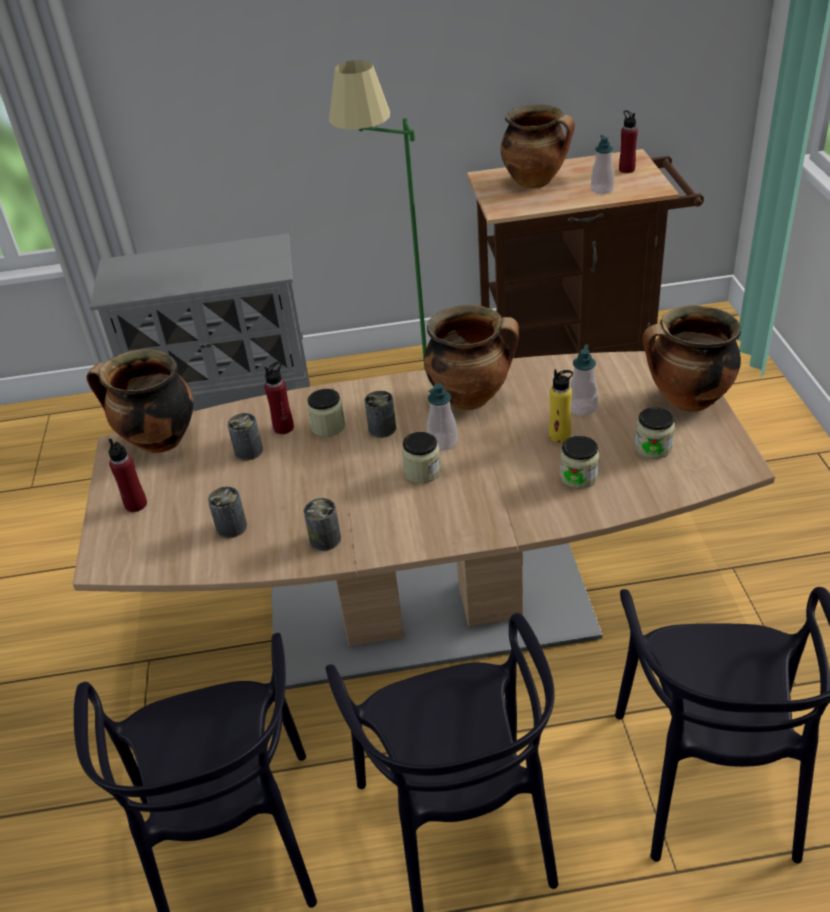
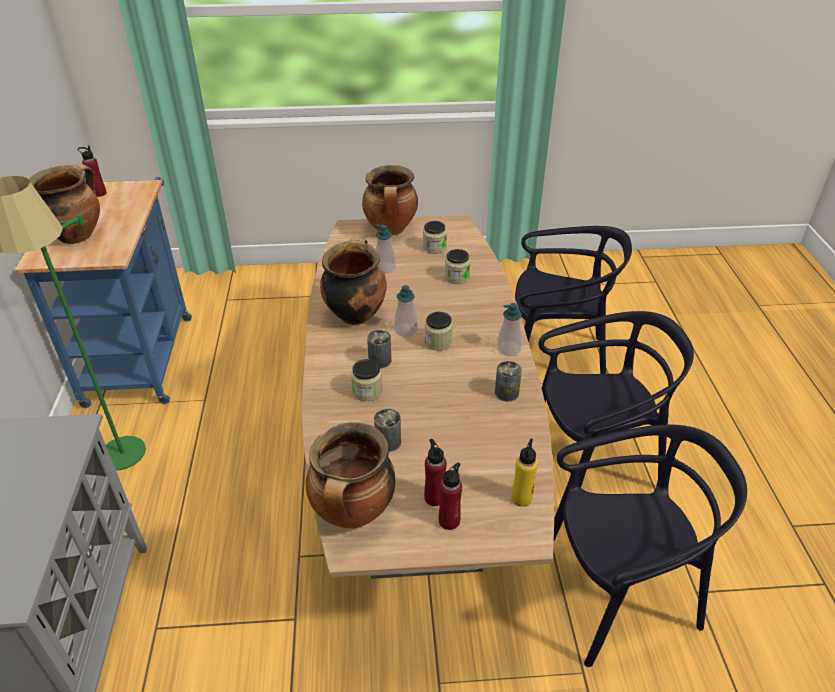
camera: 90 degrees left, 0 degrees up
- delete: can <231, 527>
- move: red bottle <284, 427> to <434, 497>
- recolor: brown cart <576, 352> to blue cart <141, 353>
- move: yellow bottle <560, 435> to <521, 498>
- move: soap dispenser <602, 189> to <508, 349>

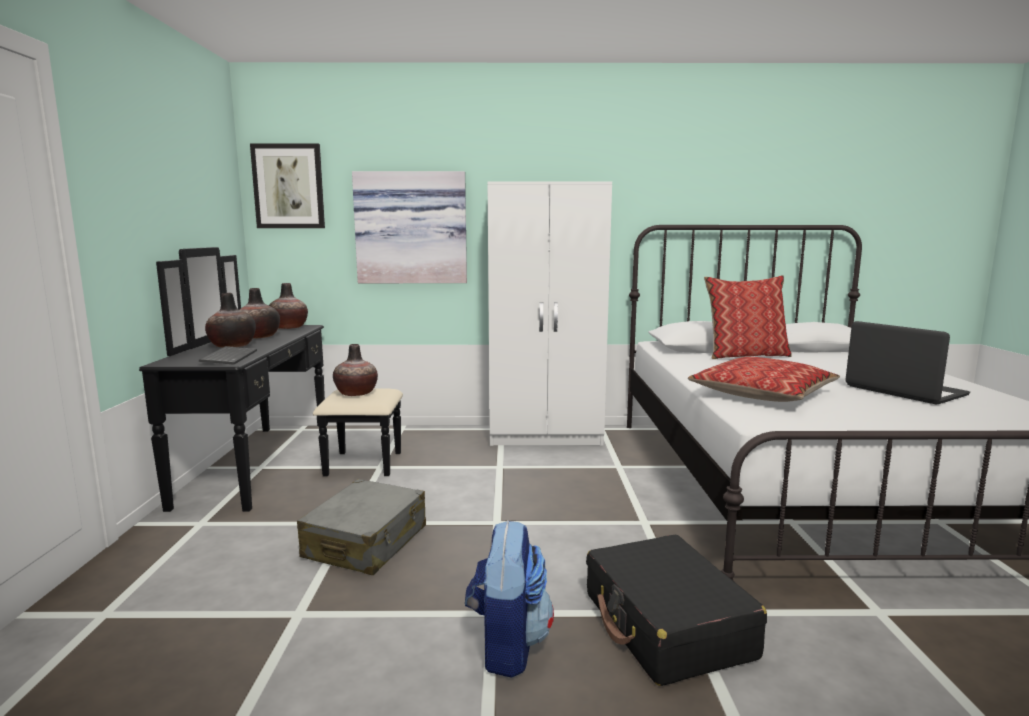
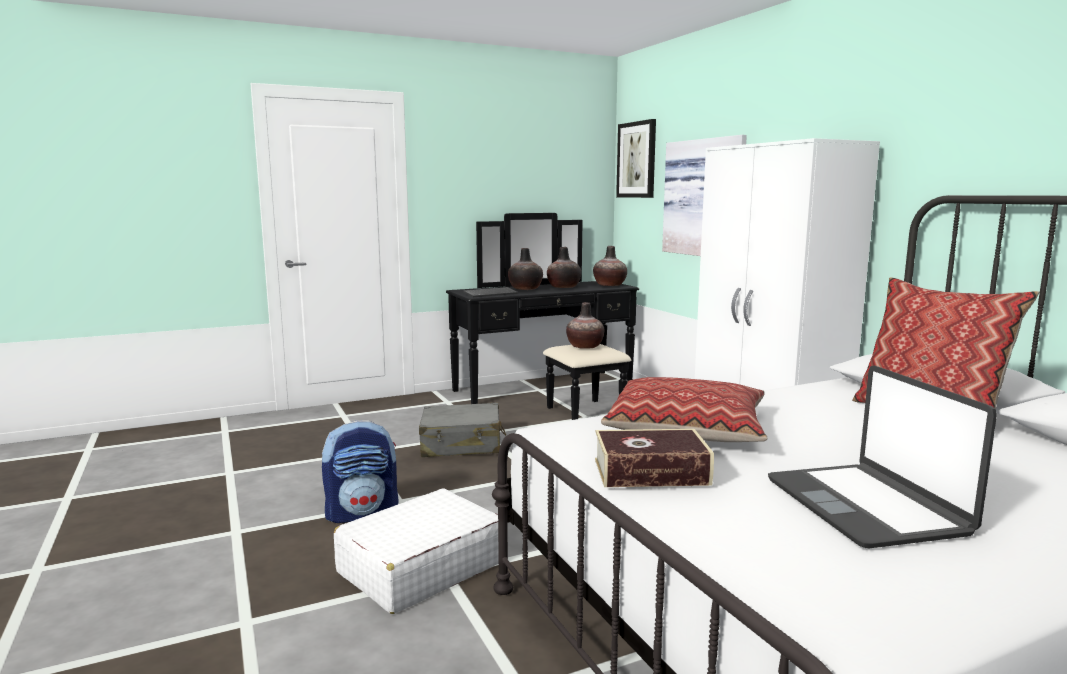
camera: 65 degrees right, 0 degrees up
- recolor: black suitcase <667, 626> to white suitcase <420, 567>
- rotate: laptop <904, 391> = <866, 506> 135 degrees clockwise
- insert: book <651, 472>

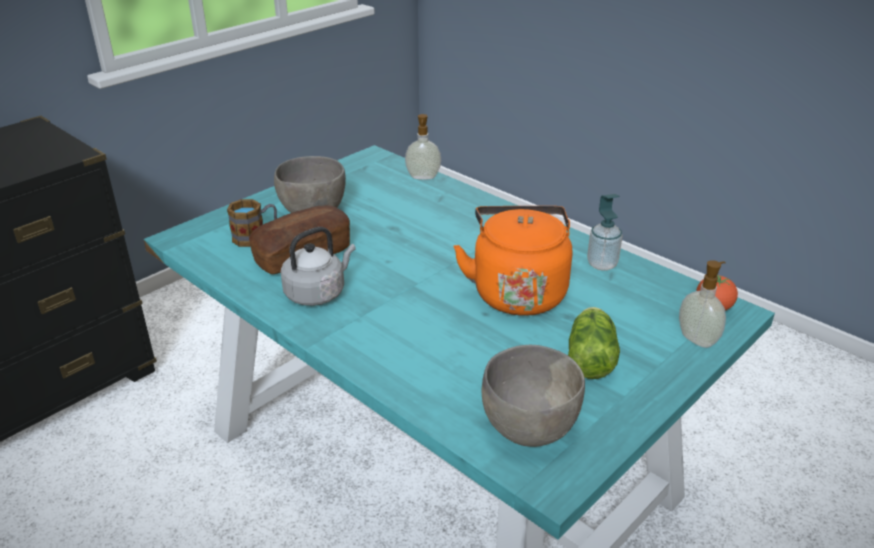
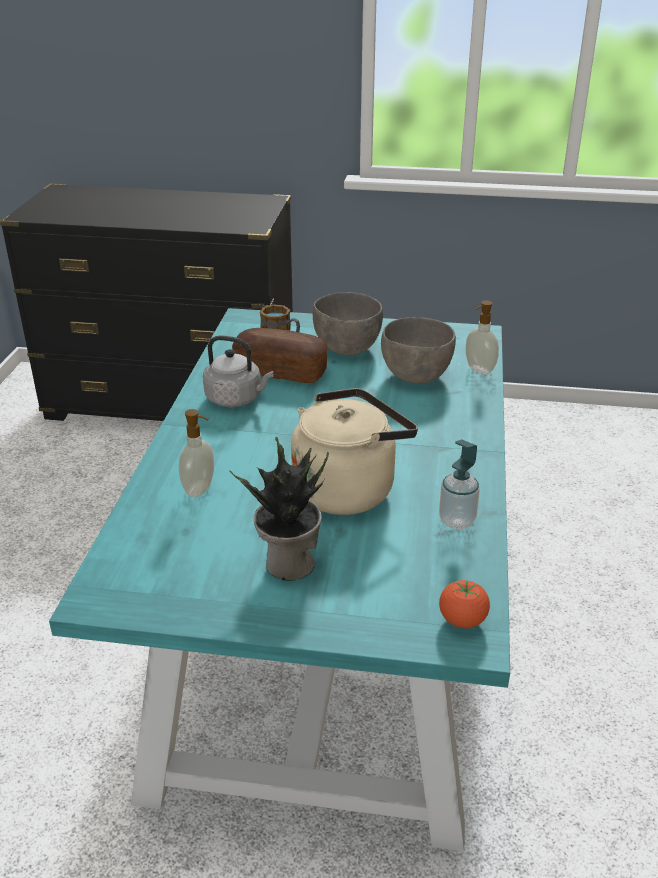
camera: 55 degrees right, 0 degrees up
- recolor: orange kettle <517, 291> to beige kettle <348, 489>
- move: grey bowl <529, 429> to <415, 376>
- replace: lettuce <590, 356> to potted plant <288, 564>
- move: soap dispenser <698, 339> to <200, 489>

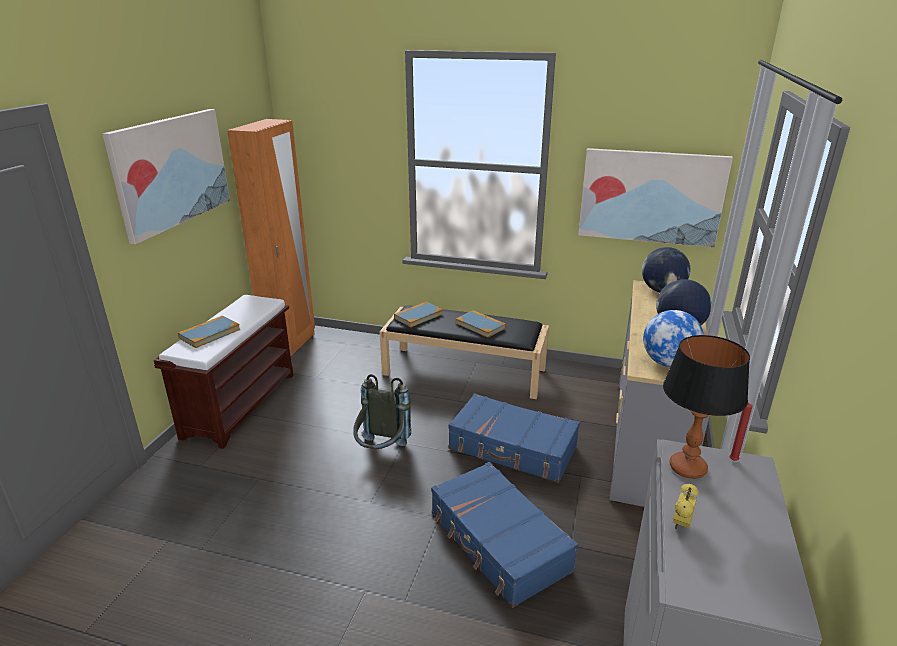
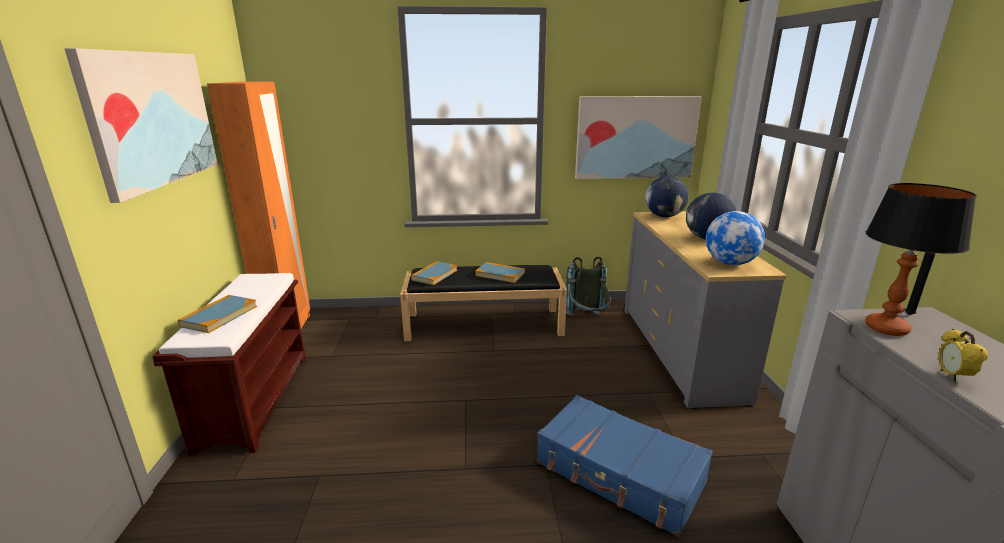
camera: 20 degrees left, 5 degrees down
- move: grey backpack <381, 452> to <587, 320>
- delete: blue suitcase <512, 448>
- recolor: red candle <732, 459> to black candle <907, 314>

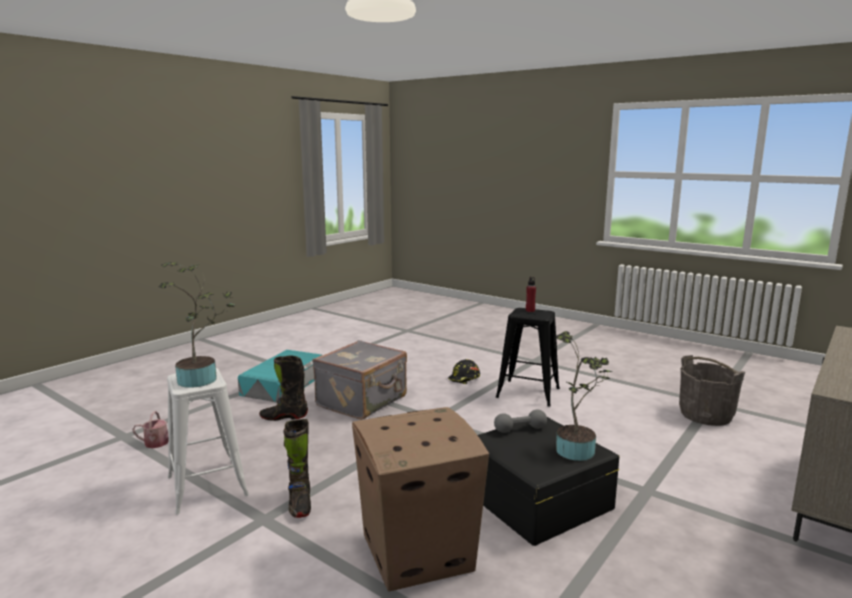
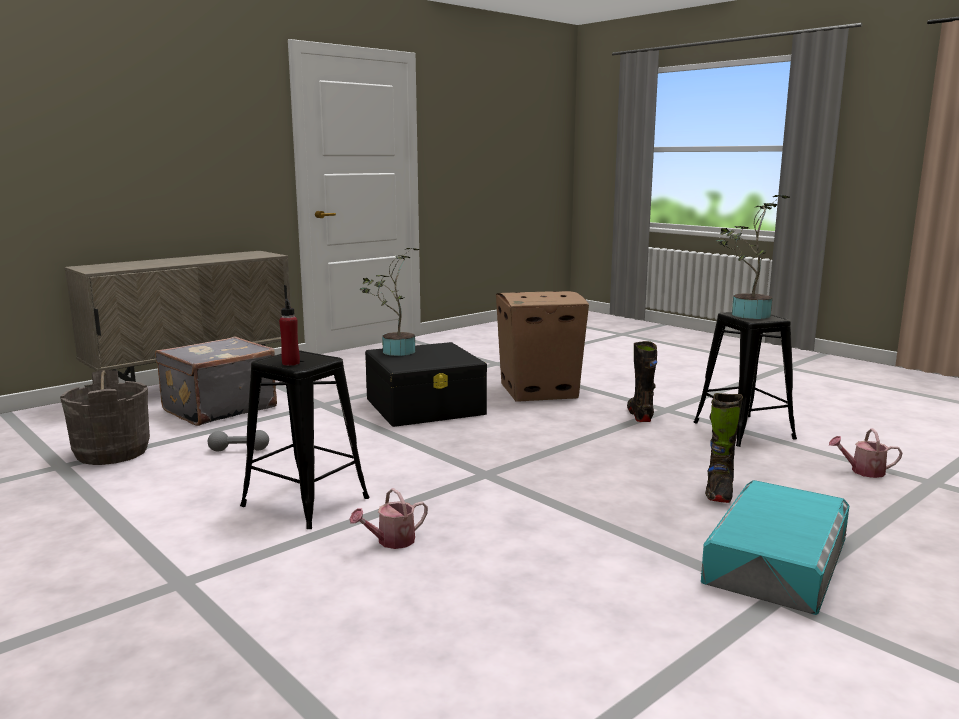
camera: 170 degrees left, 0 degrees up
- recolor: white stool <207, 486> to black stool <743, 430>
- rotate: black boot <284, 417> = <719, 492> 105 degrees clockwise
- move: grey suitcase <363, 401> to <218, 408>
- replace: black hard hat <464, 379> to watering can <391, 541>
- move: grey dumbbell <520, 429> to <239, 450>

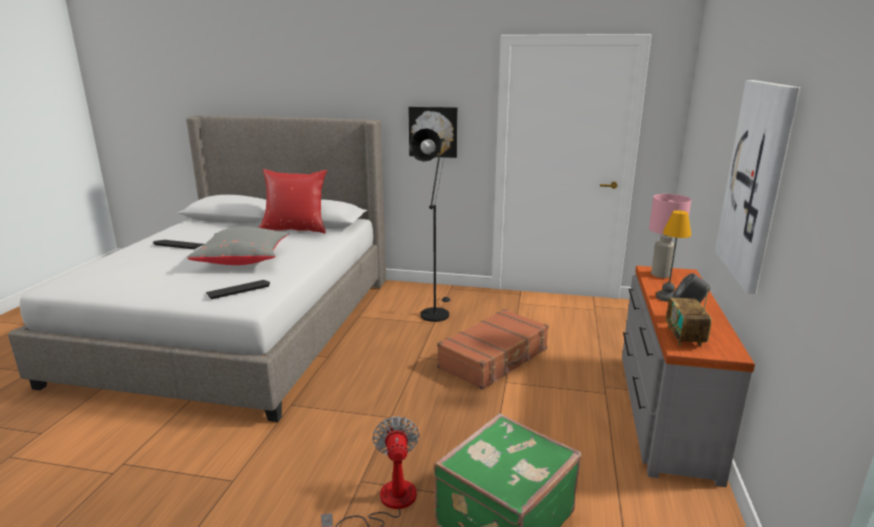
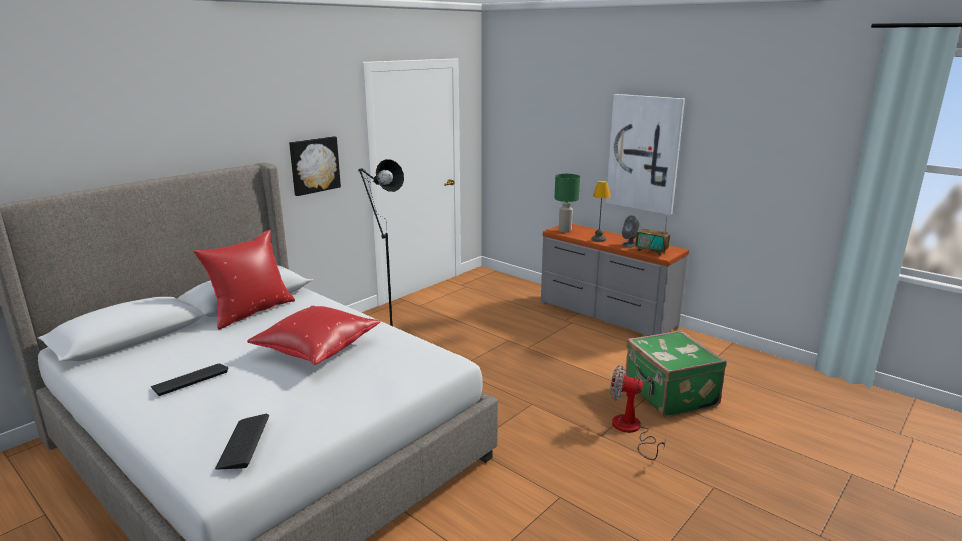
camera: 60 degrees left, 0 degrees up
- recolor: grey pillow <244, 260> to red pillow <316, 349>
- move: keyboard <238, 289> to <244, 443>
- delete: brown suitcase <494, 358>
- recolor: pink table lamp <661, 275> to green table lamp <565, 230>

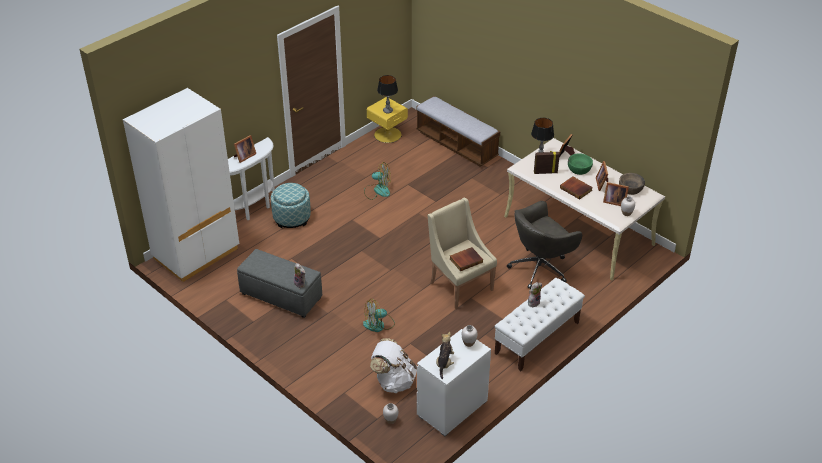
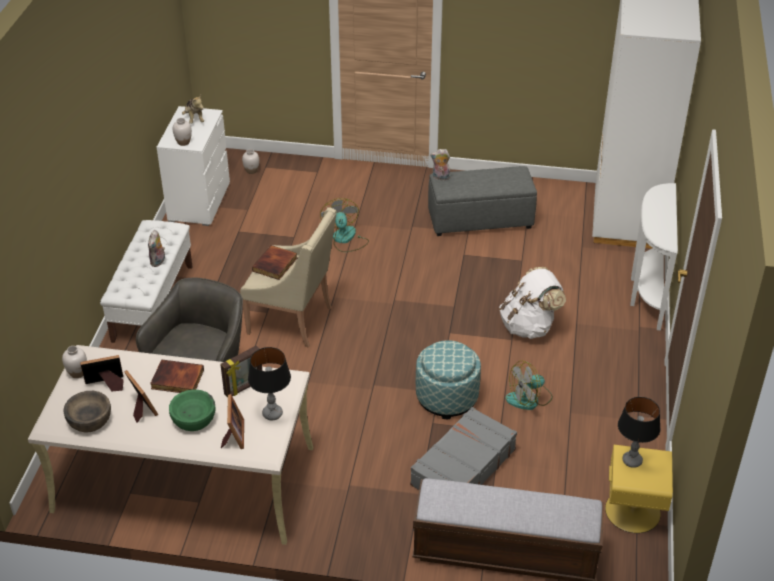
camera: 145 degrees right, 0 degrees up
- delete: picture frame <244, 156>
- move: ottoman <292, 218> to <446, 397>
- rotate: fan <379, 324> = <345, 239> 45 degrees counterclockwise
- move: white backpack <393, 381> to <529, 326>
- insert: grey suitcase <462, 467>

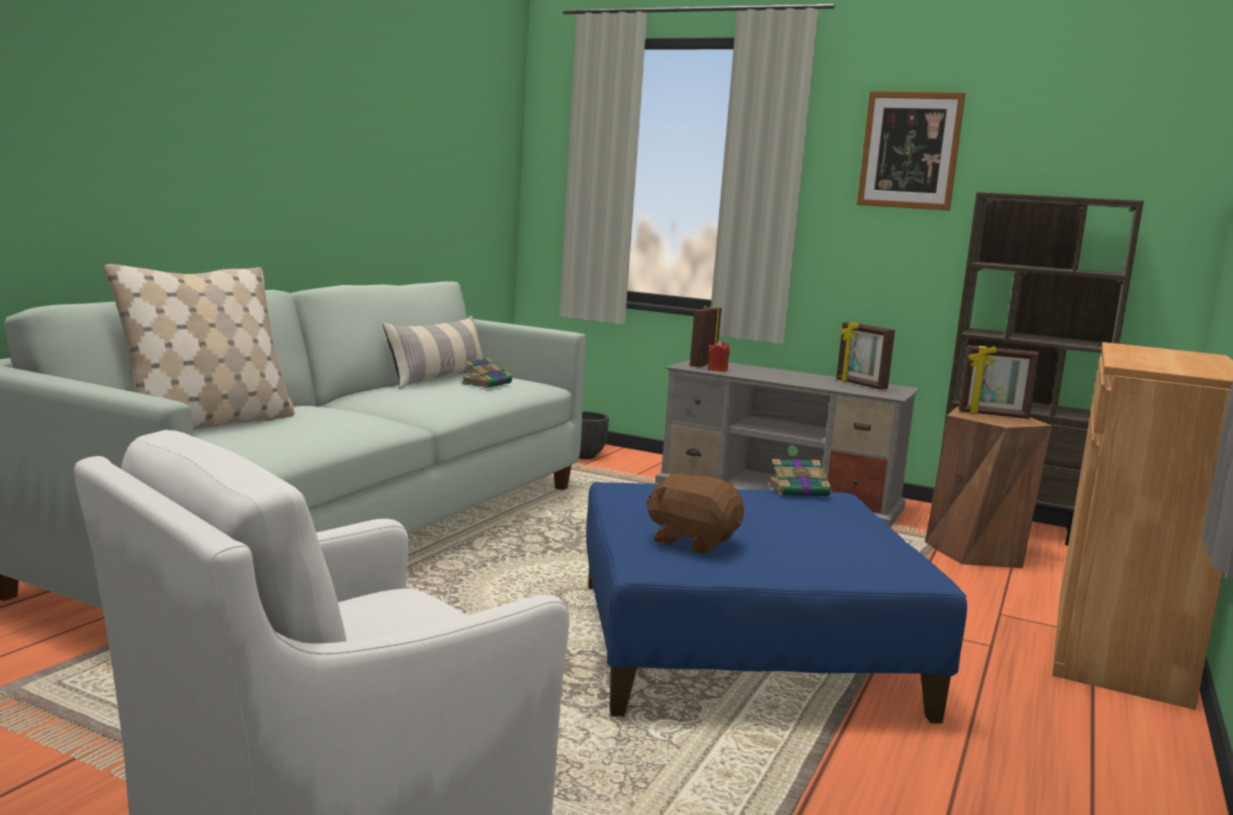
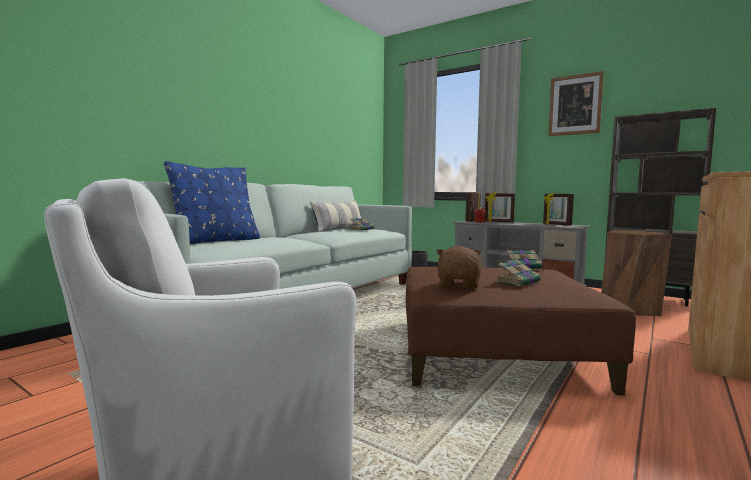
camera: 10 degrees right, 5 degrees down
- recolor: beige pillow <208, 424> to blue pillow <216, 241>
- recolor: blue ottoman <741, 646> to brown ottoman <493, 352>
- rotate: brown plush toy <692, 541> = <458, 285> 60 degrees clockwise
- move: picture frame <993, 415> to <498, 222>
- insert: book <518, 281>

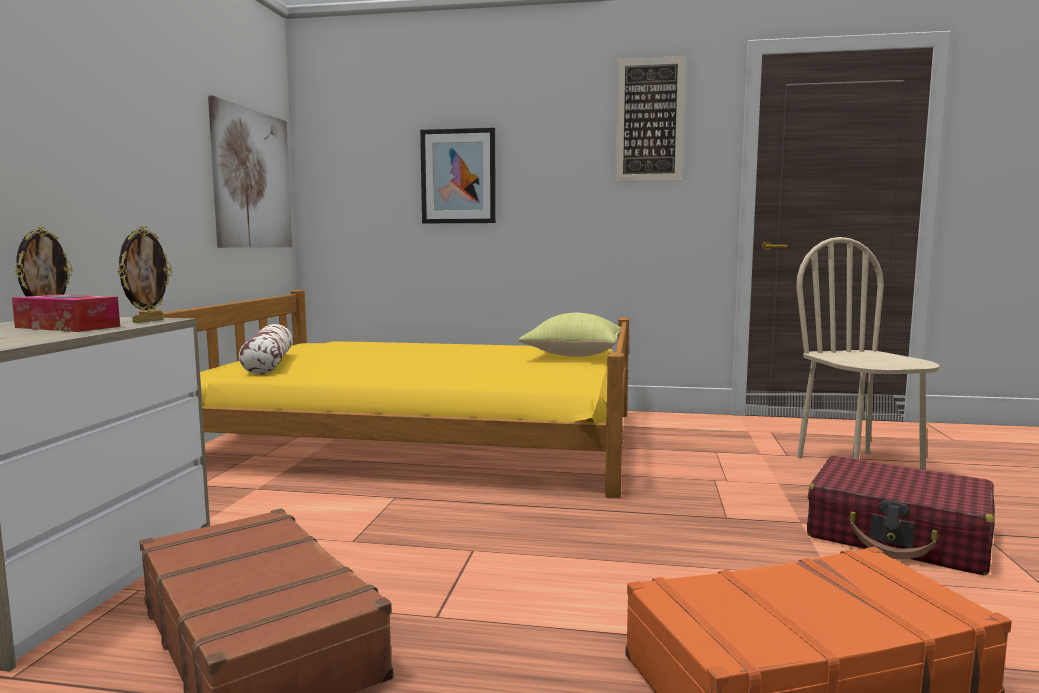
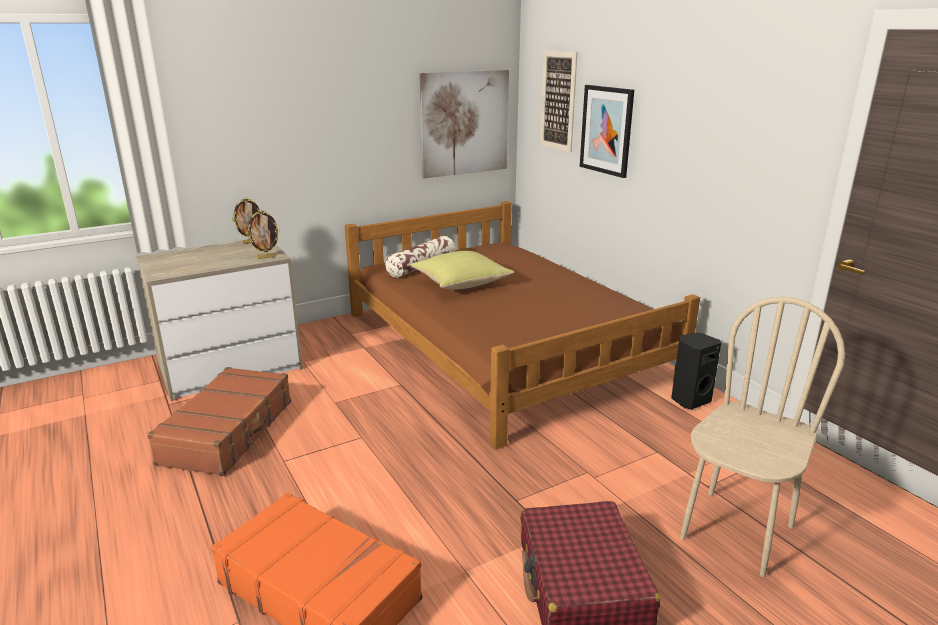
camera: 50 degrees right, 15 degrees up
- delete: tissue box <68, 327>
- recolor: yellow bed <424, 438> to brown bed <503, 345>
- move: yellow pillow <573, 355> to <461, 284>
- move: picture <649, 120> to <558, 101>
- insert: black speaker <689, 400>

